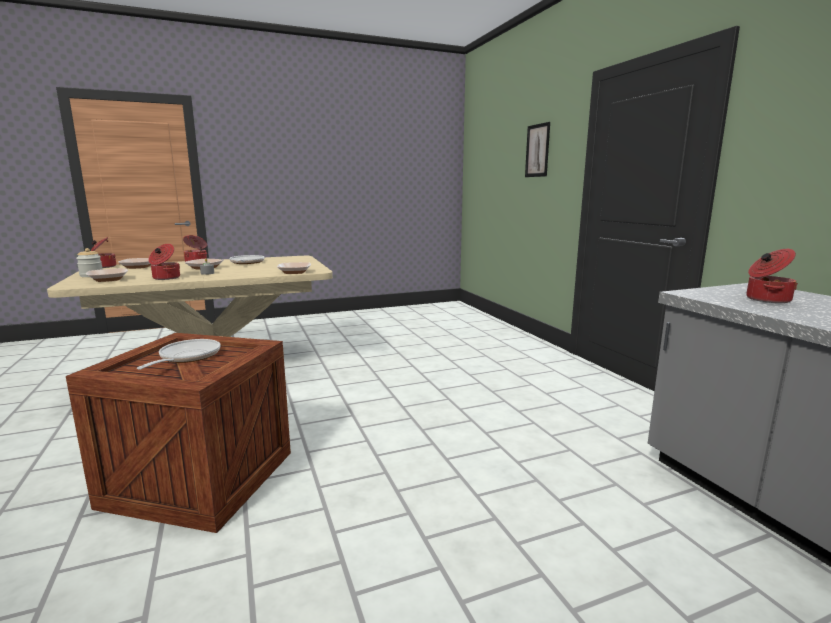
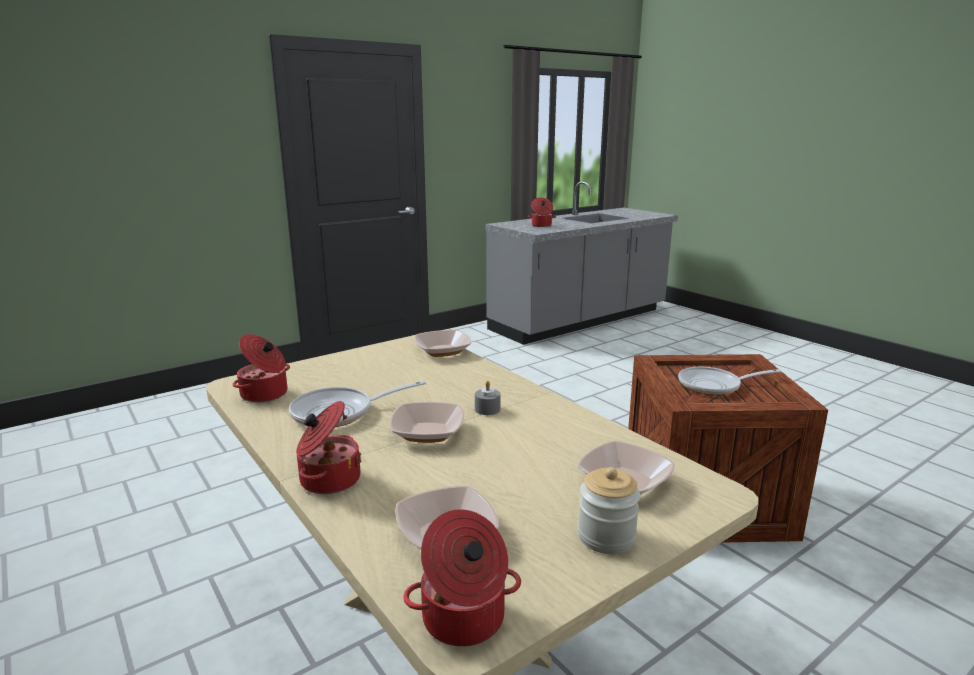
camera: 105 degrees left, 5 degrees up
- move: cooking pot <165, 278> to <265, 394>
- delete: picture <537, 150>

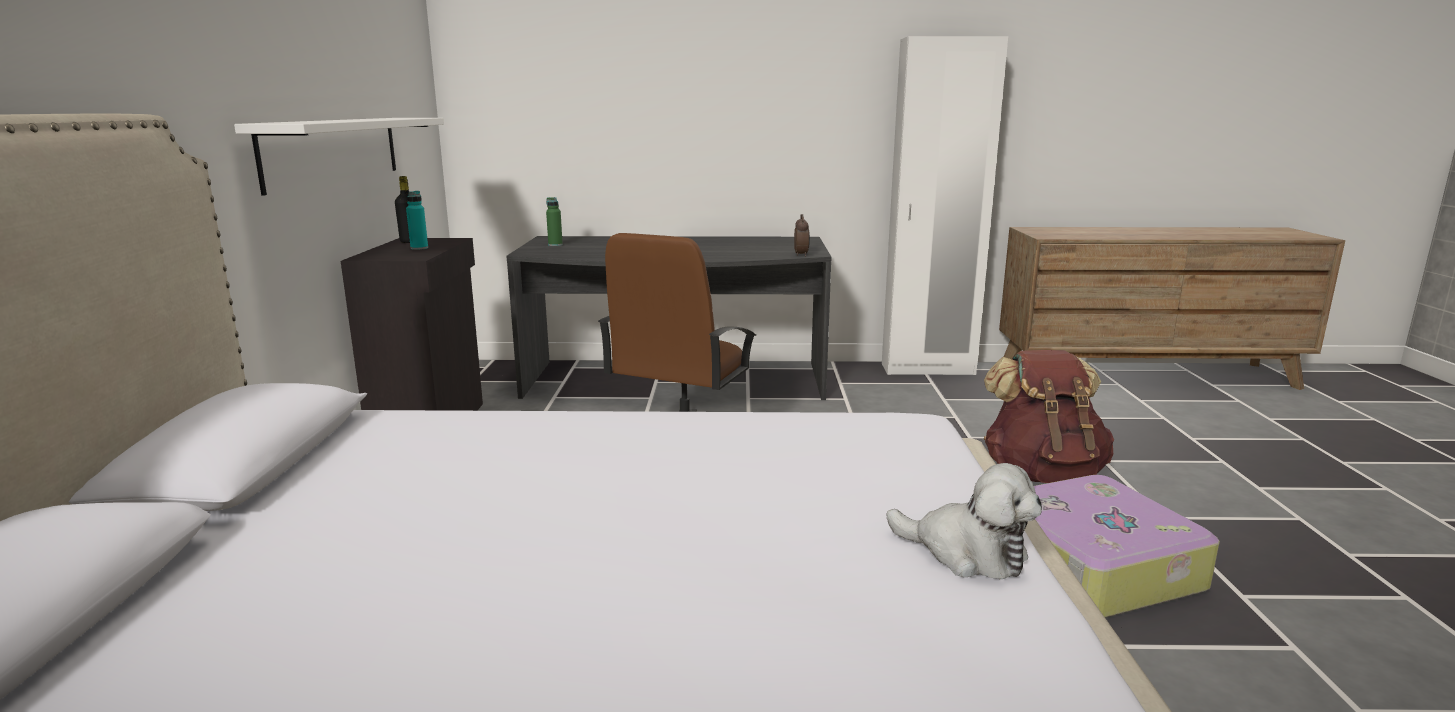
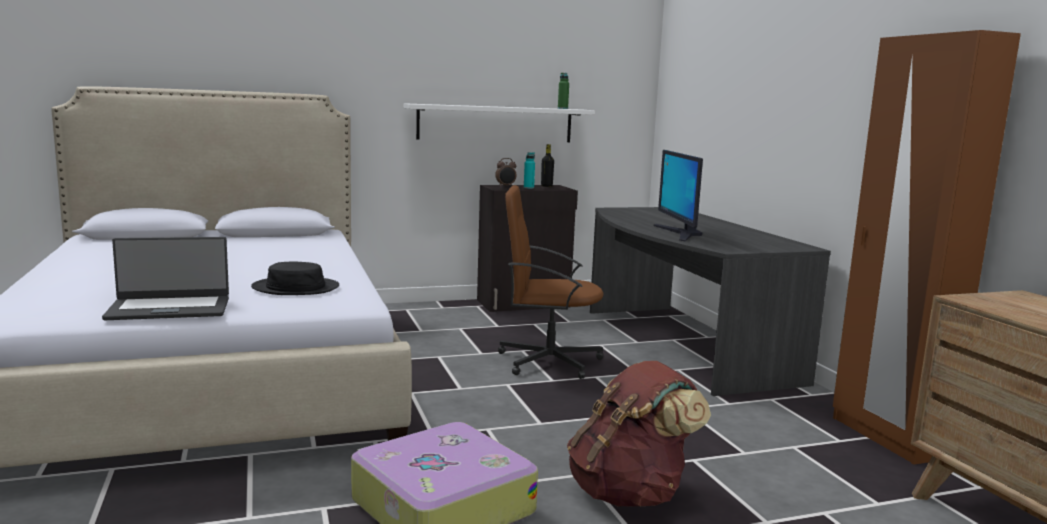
camera: 70 degrees right, 5 degrees down
- move: green bottle <555, 245> to <562, 108>
- move: alarm clock <801, 255> to <505, 186>
- recolor: white wardrobe <928, 369> to brown wardrobe <886, 437>
- replace: plush toy <966, 553> to laptop <169, 308>
- insert: black hat <296, 288>
- insert: monitor <679, 233>

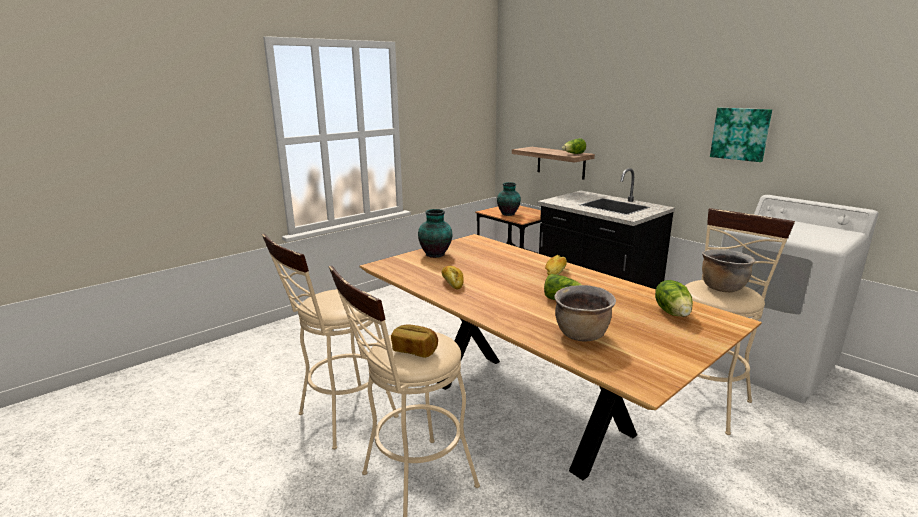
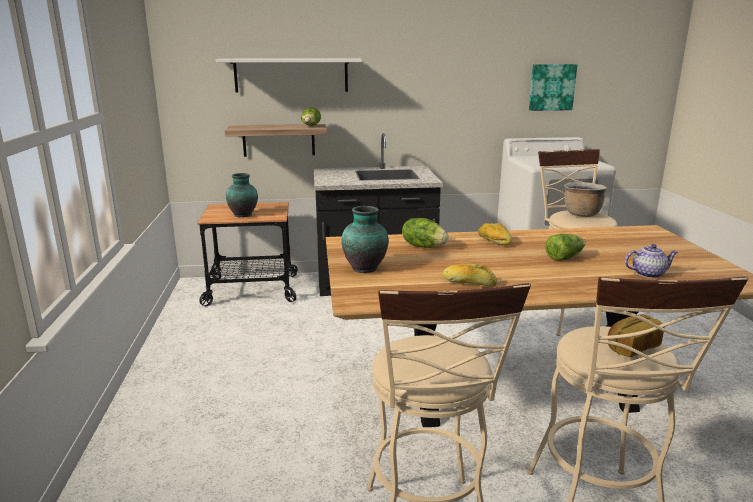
camera: 55 degrees left, 0 degrees up
- replace: brown cooking pot <581, 335> to teapot <648, 274>
- move: lettuce <673, 312> to <423, 246>
- move: picture <740, 134> to <551, 87>
- insert: white shelf <291, 75>

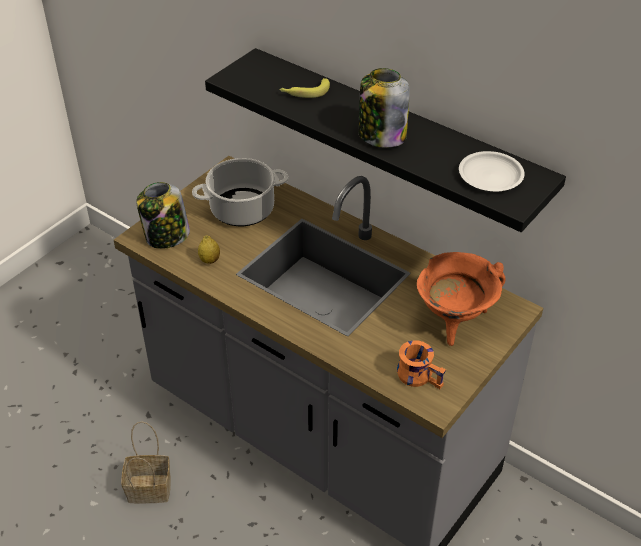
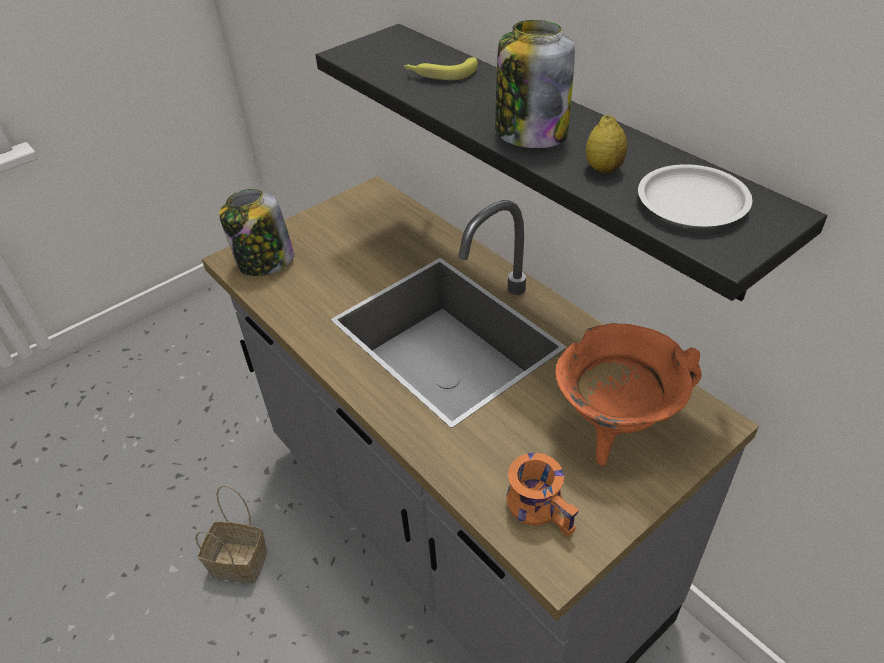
camera: 15 degrees right, 0 degrees up
- delete: cooking pot <243, 209>
- move: lemon <209, 260> to <603, 169>

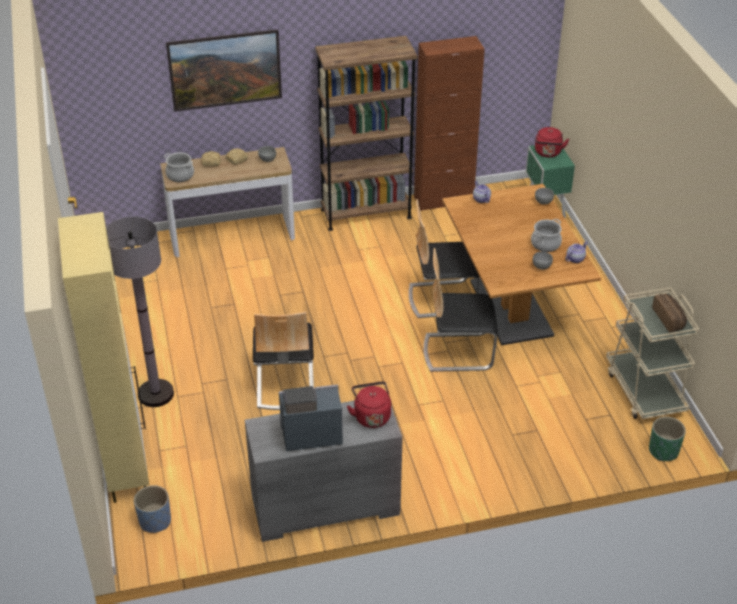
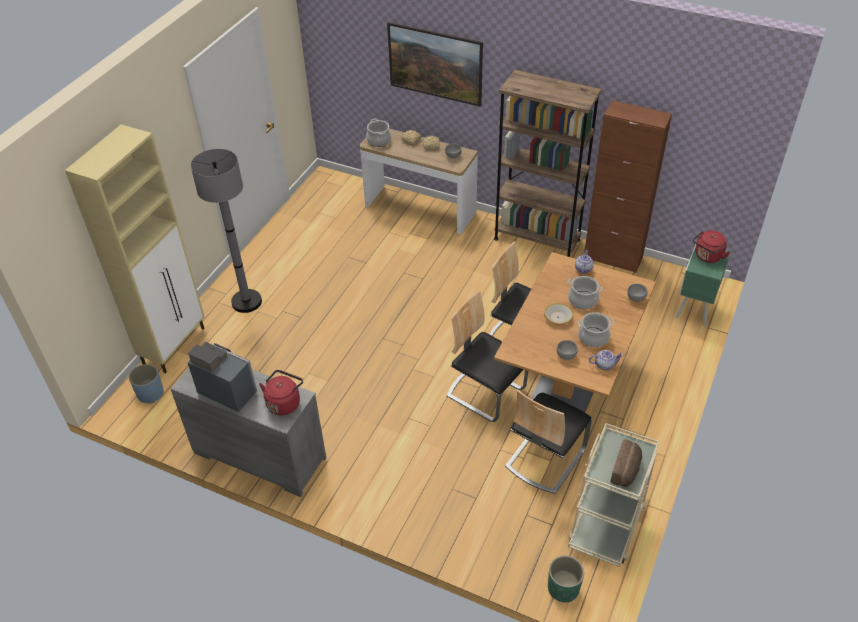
camera: 40 degrees right, 5 degrees up
- move: chair <284, 384> to <545, 458>
- insert: bowl <558, 317>
- insert: cooking pot <582, 300>

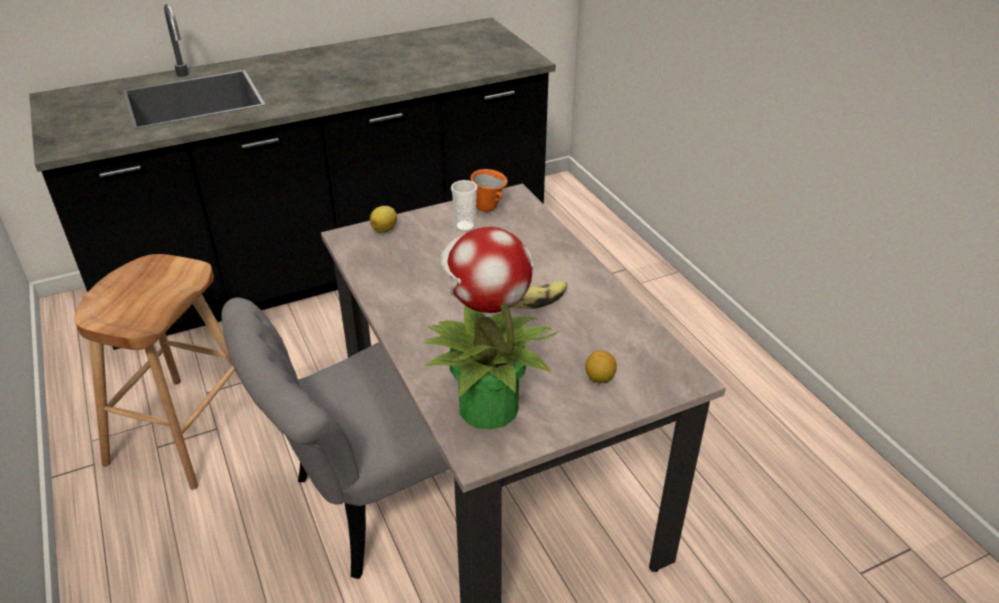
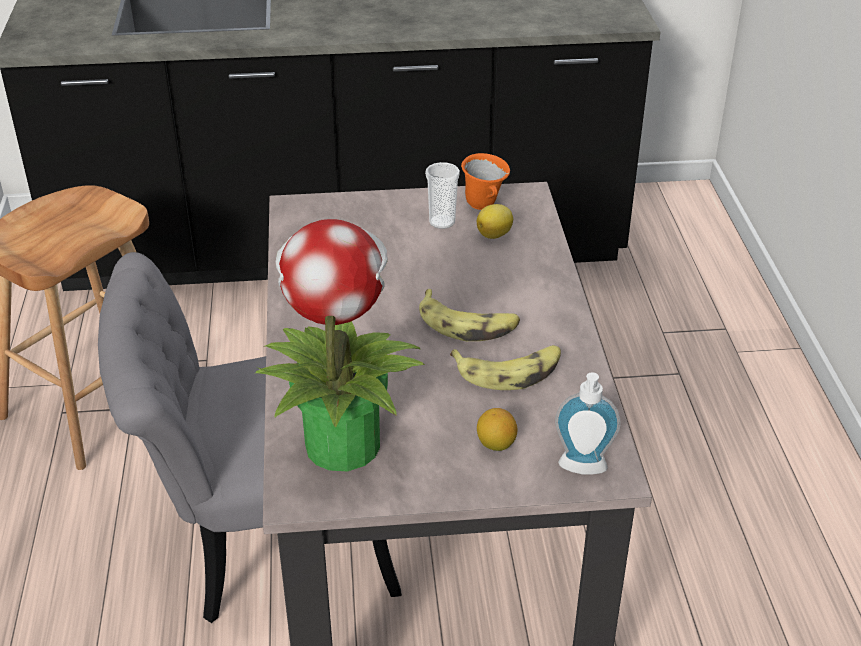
camera: 20 degrees right, 0 degrees up
- move: lemon <385, 229> to <495, 235>
- insert: banana <509, 371>
- insert: soap dispenser <582, 470>

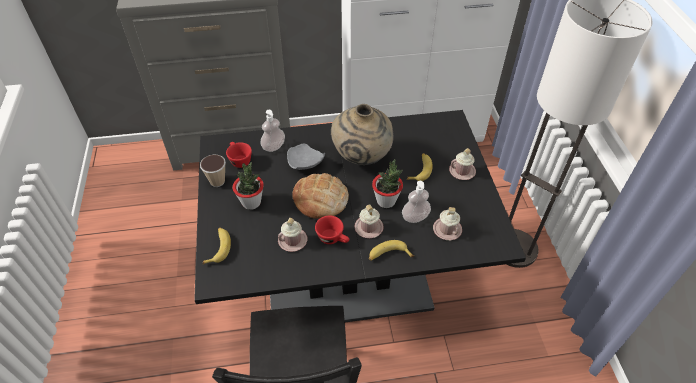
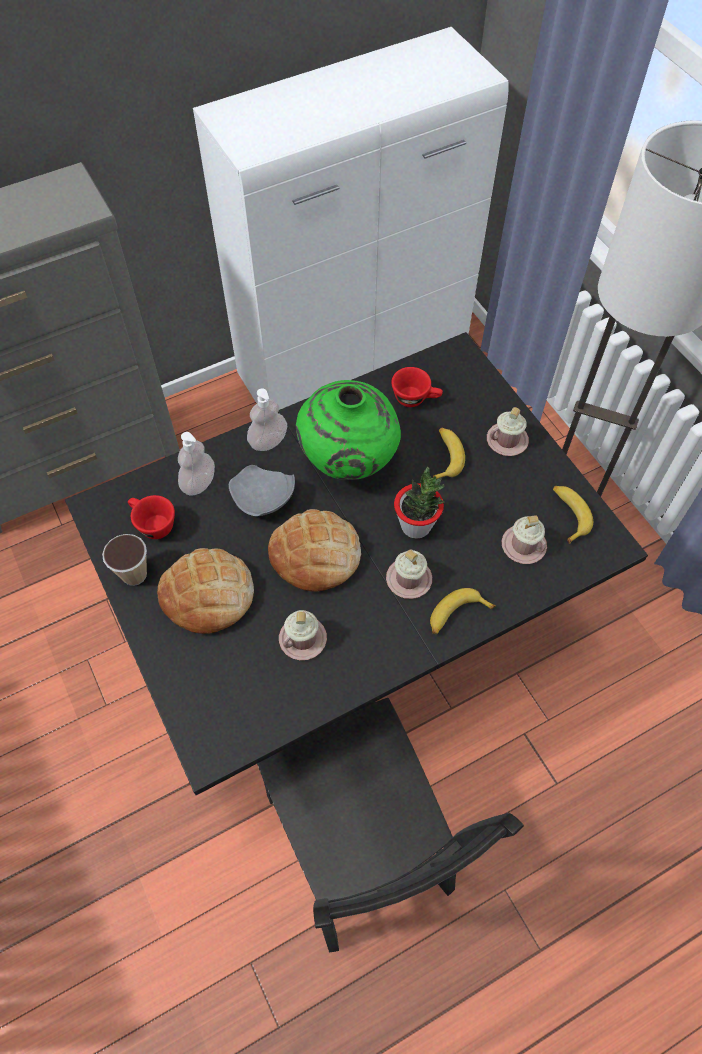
camera: 20 degrees left, 10 degrees up
- move: banana <218, 248> to <568, 515>
- replace: potted plant <251, 202> to bread <208, 594>
- move: red cup <333, 238> to <415, 398>
- recolor: beige vase <362, 158> to green vase <348, 462>
- move: soap dispenser <415, 217> to <268, 441>

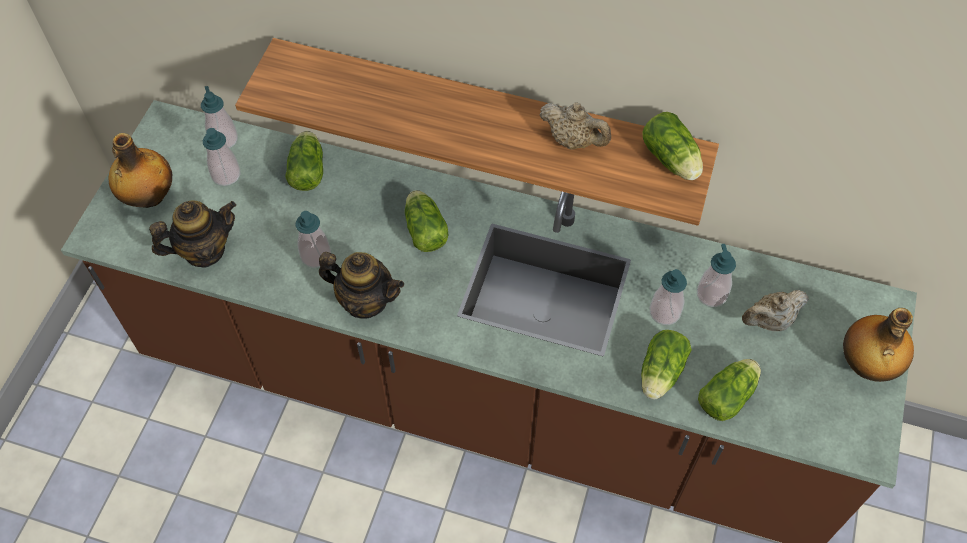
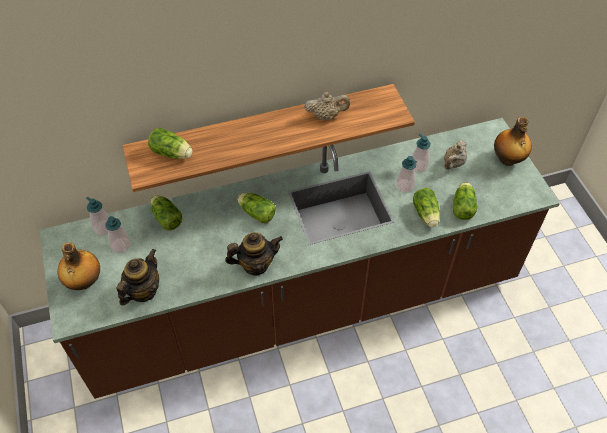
camera: 35 degrees left, 5 degrees down
- delete: soap dispenser <316, 255>
- move: lettuce <672, 161> to <173, 153>

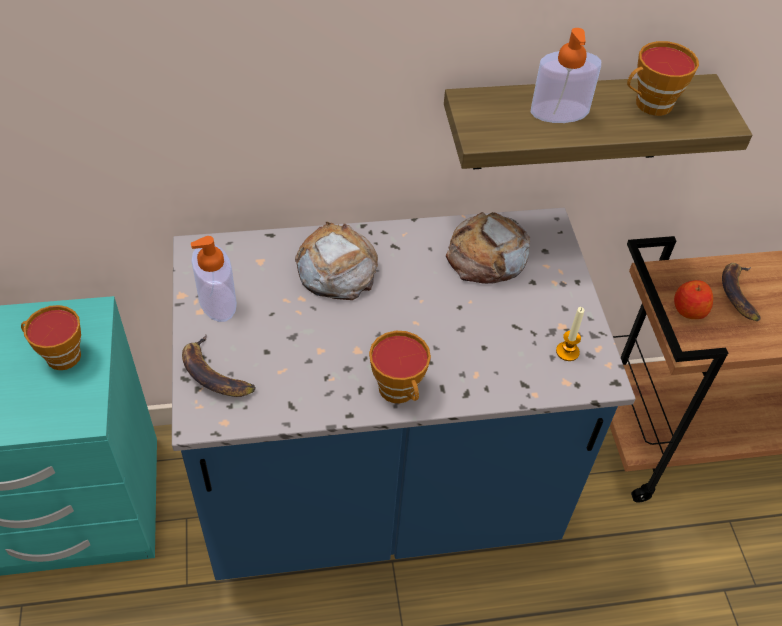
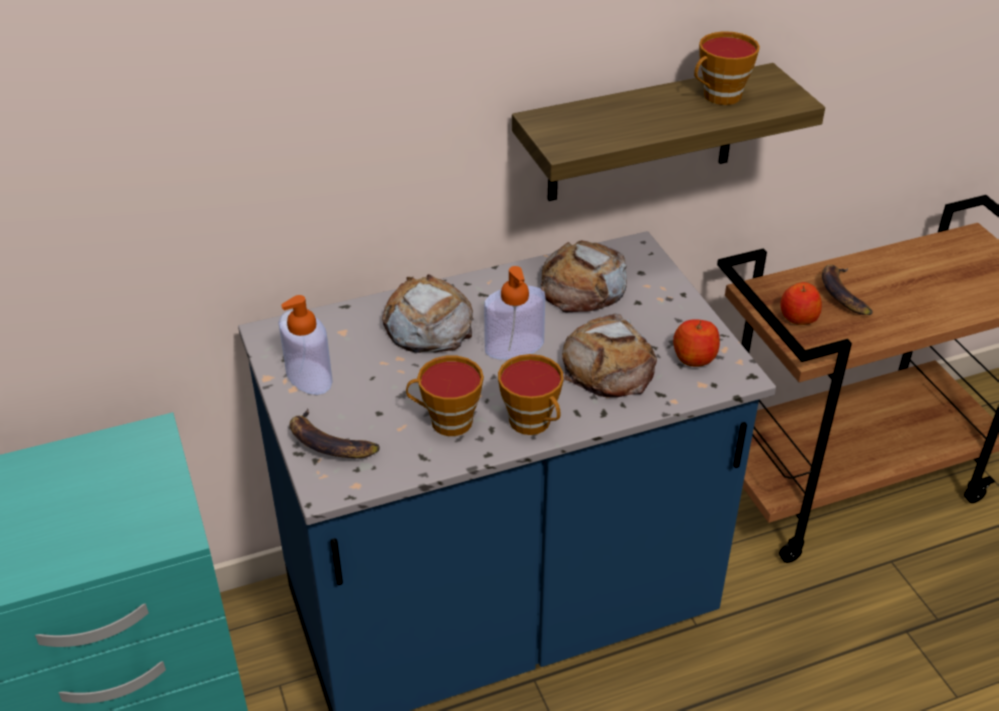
camera: 10 degrees left, 10 degrees down
- move: cup <59, 356> to <446, 422>
- move: soap dispenser <559, 112> to <514, 347>
- replace: candle <567, 352> to apple <694, 357>
- insert: bread <608, 366>

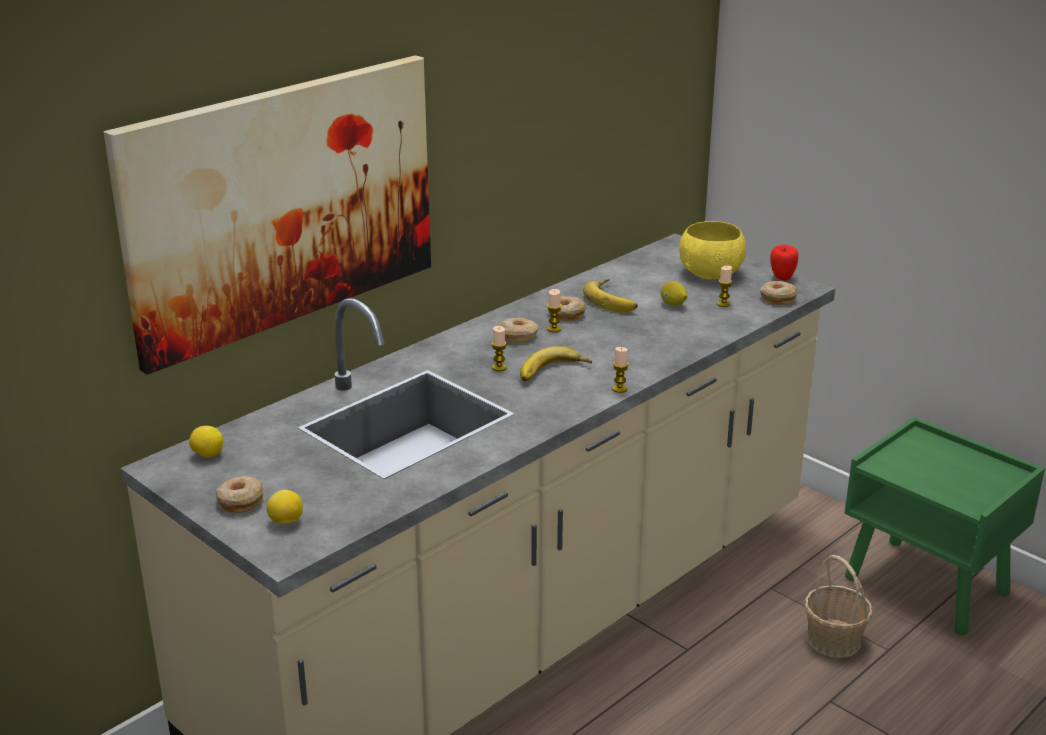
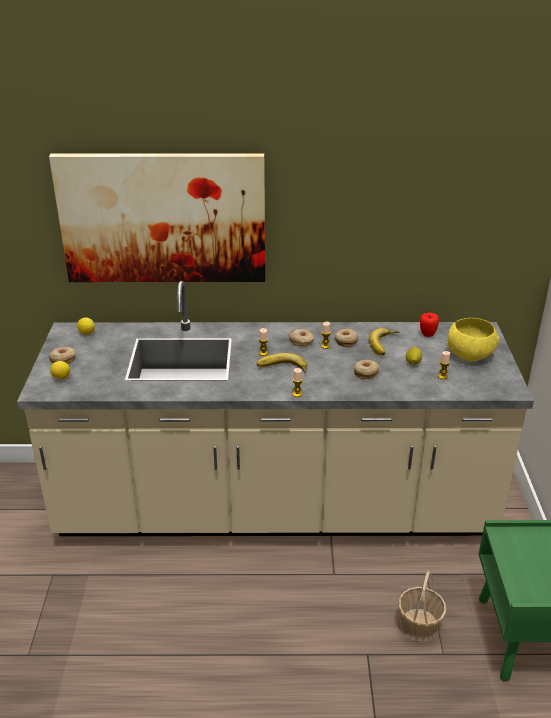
camera: 45 degrees right, 5 degrees up
- move: donut <777, 298> to <366, 373>
- move: apple <782, 278> to <427, 334>

